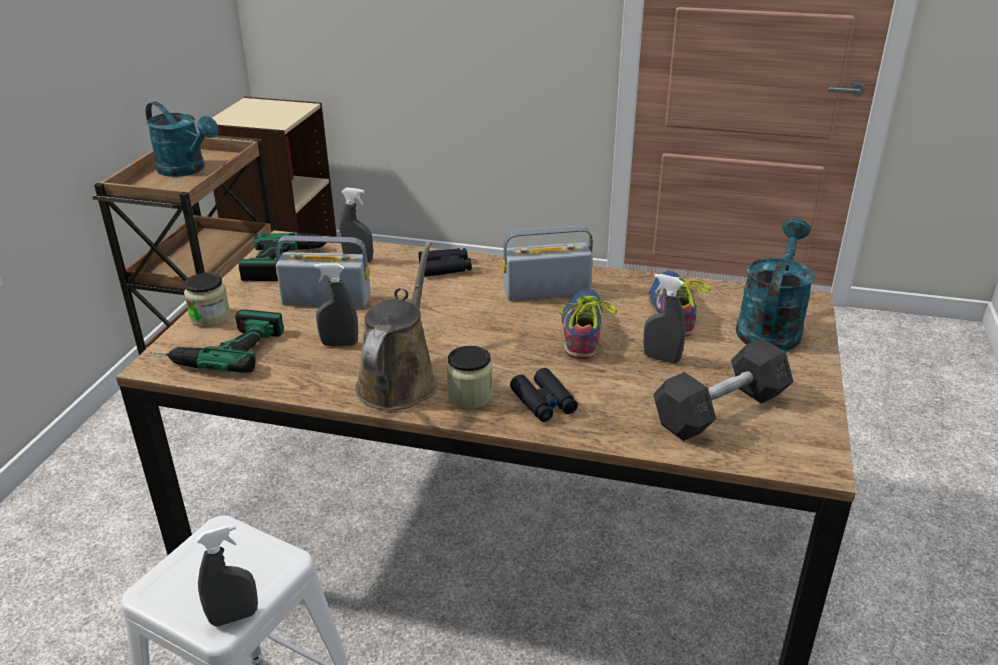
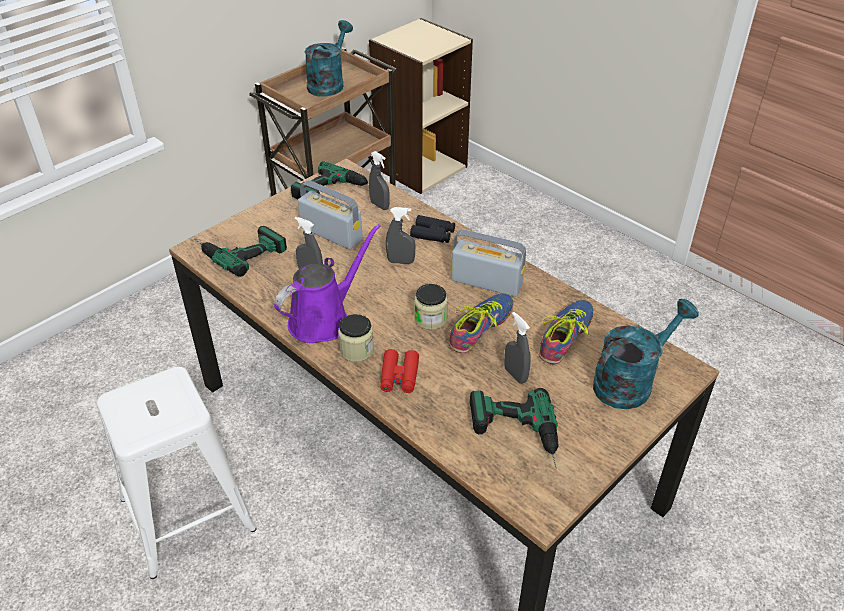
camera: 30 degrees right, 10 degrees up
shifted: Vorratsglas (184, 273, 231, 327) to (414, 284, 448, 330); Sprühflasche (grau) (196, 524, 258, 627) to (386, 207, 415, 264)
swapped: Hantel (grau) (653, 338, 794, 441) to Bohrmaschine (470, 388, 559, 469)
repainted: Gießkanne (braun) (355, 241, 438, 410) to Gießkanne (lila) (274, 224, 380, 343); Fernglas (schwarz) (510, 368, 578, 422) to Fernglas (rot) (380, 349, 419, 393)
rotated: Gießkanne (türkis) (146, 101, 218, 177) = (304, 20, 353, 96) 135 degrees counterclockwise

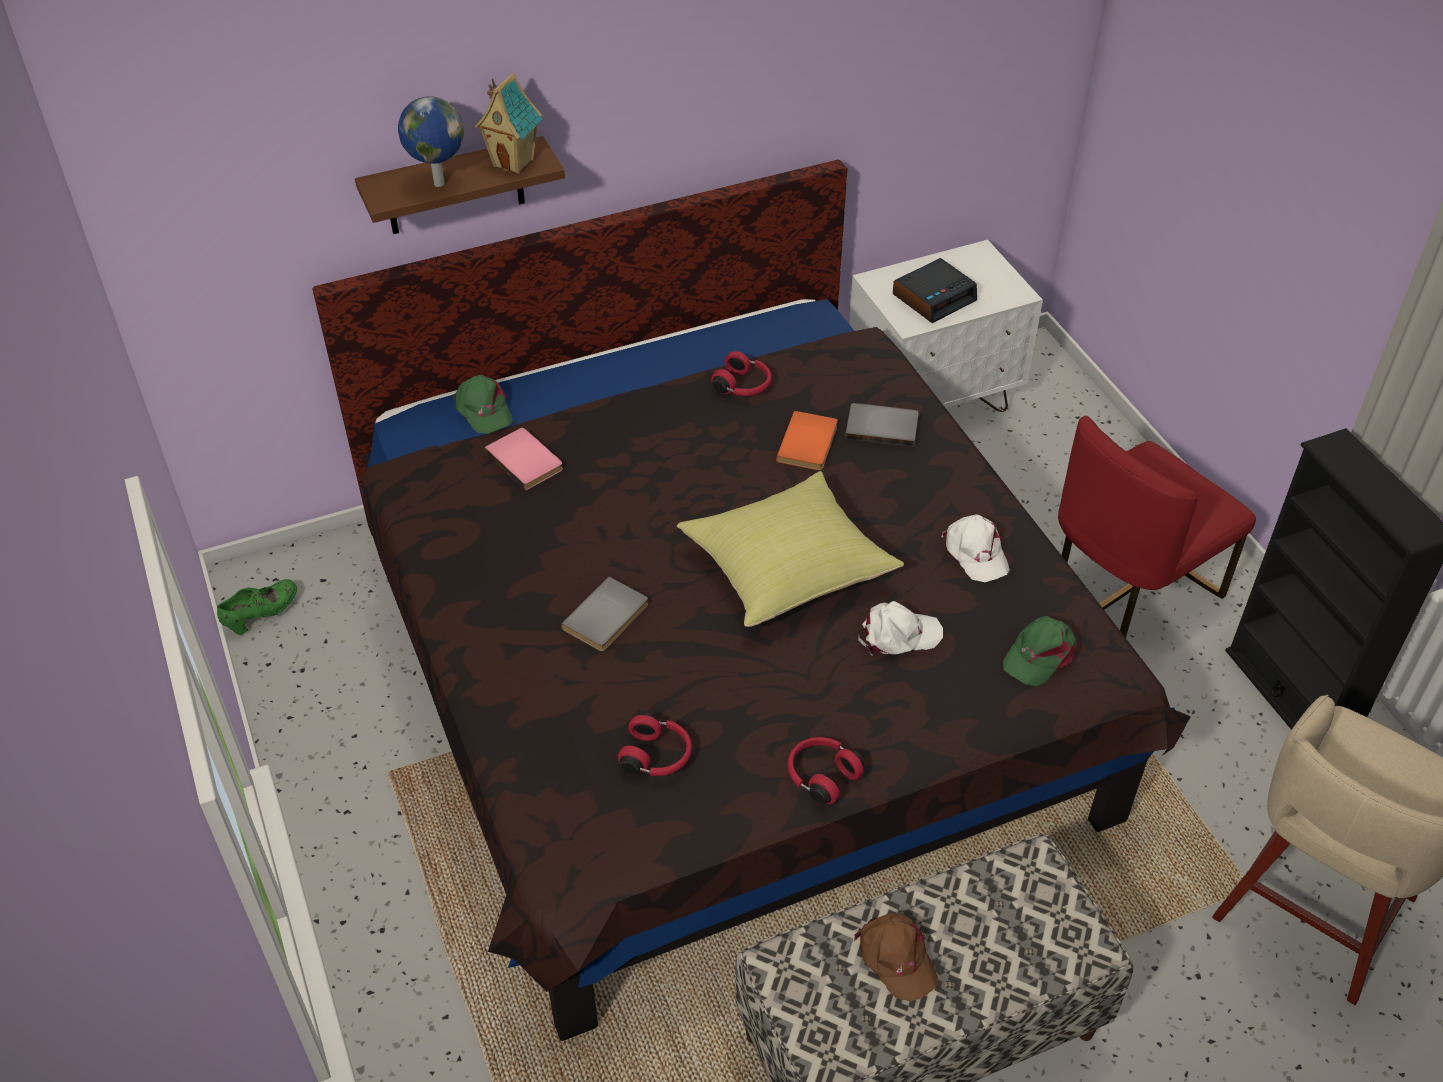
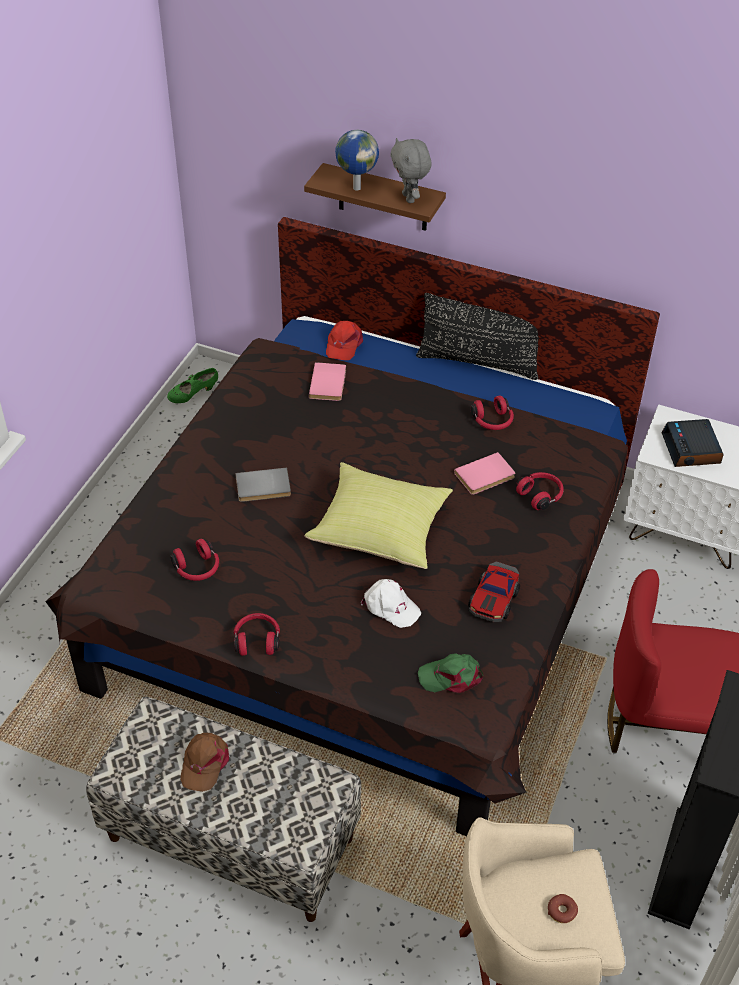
camera: 45 degrees right, 0 degrees up
new: Kissen (schwarz) (416, 293, 539, 380); Donut (548, 894, 578, 923)
swapped: Spielzeughaus (475, 73, 542, 174) to Plüschtier (grau) (390, 138, 431, 203); Buch (grau) (845, 403, 919, 447) to Kopfhörer (rot) (516, 472, 564, 510); Kappe (weiß) (941, 514, 1010, 582) to Spielzeugauto (468, 561, 520, 622)
repainted: Kappe (grün) (453, 375, 513, 434) to Kappe (rot) (326, 321, 363, 360); Buch (orange) (776, 411, 838, 470) to Buch (rosa) (454, 452, 515, 495)
rotated: Wecker (893, 258, 977, 323) = (662, 419, 724, 467) 75 degrees clockwise; Schuh (grün) (217, 579, 297, 635) = (167, 368, 218, 403) 150 degrees clockwise

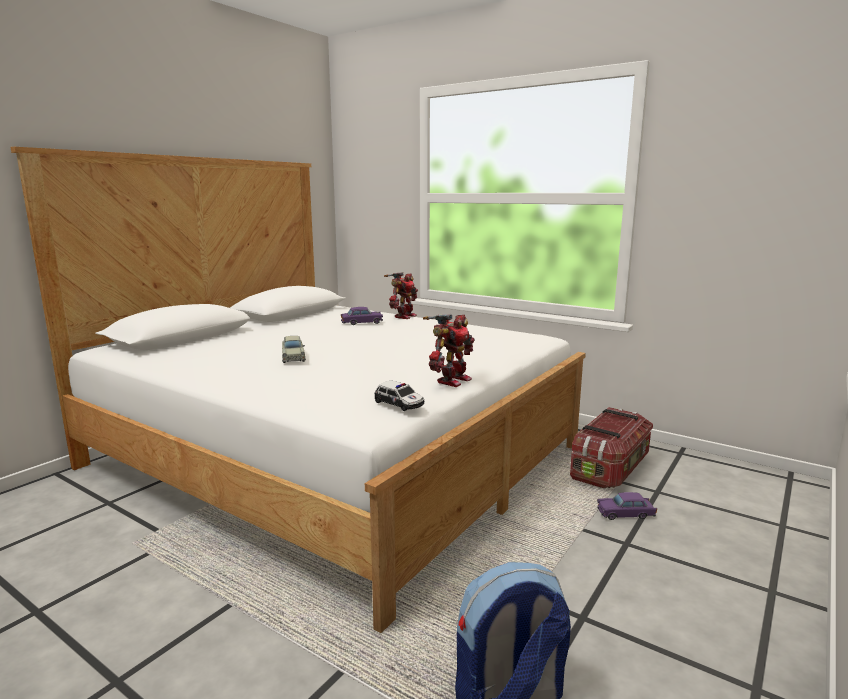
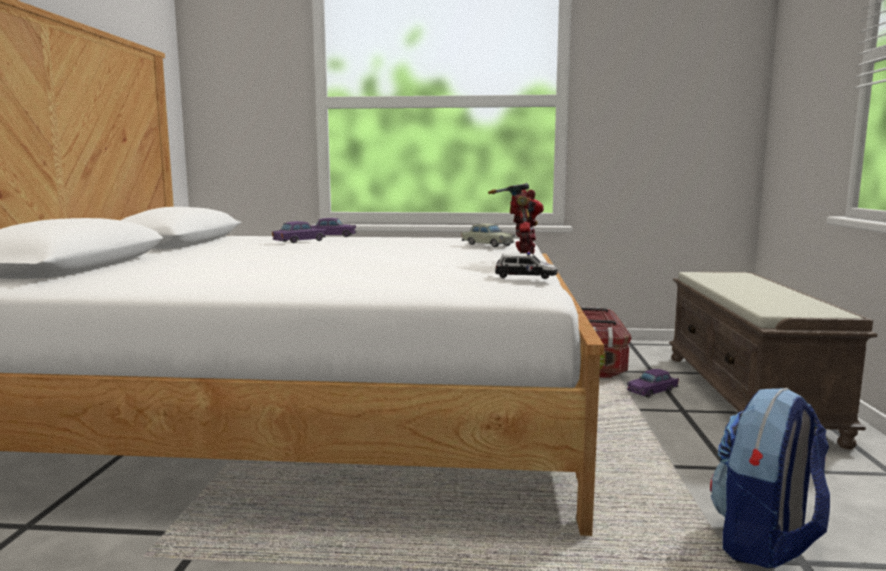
camera: 30 degrees left, 5 degrees down
new: Bank (braun) (669, 272, 878, 450)
shifted: Spielzeugauto (beige) (282, 336, 306, 363) to (462, 223, 515, 247)
swapped: Spielzeugroboter (384, 272, 418, 319) to Spielzeugauto (lila) (311, 218, 356, 237)

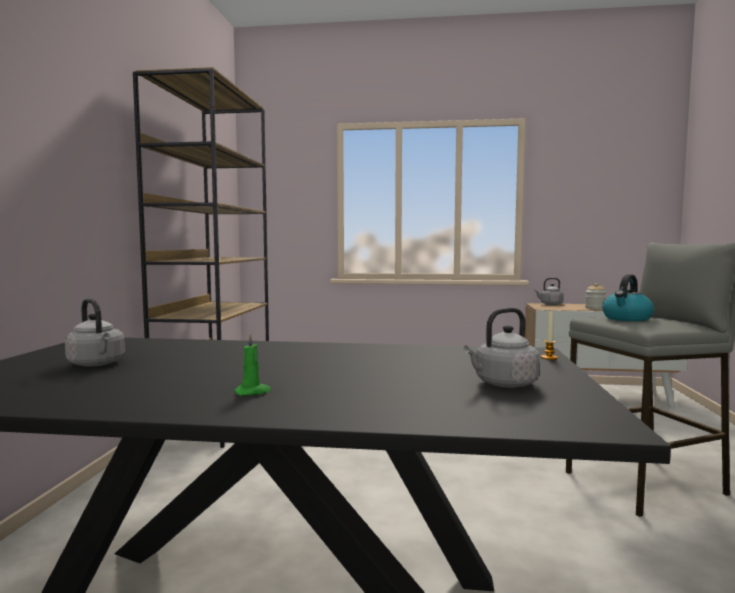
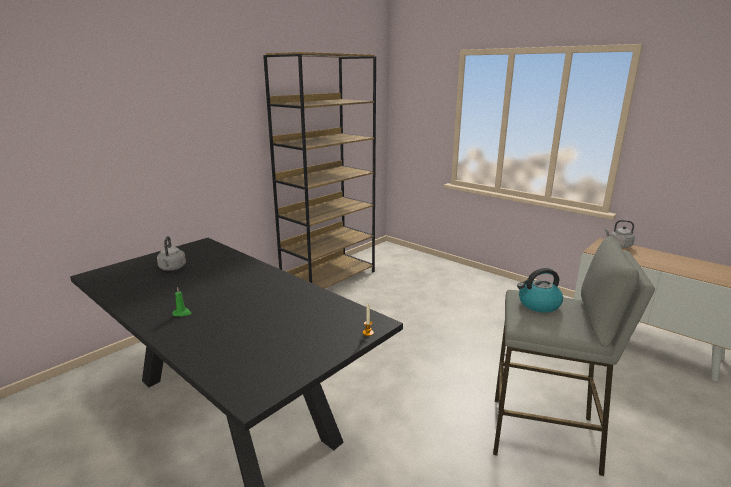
camera: 35 degrees right, 15 degrees up
gone: Vorratsglas (585, 283, 606, 310); Wasserkessel (grau) (464, 308, 540, 388)

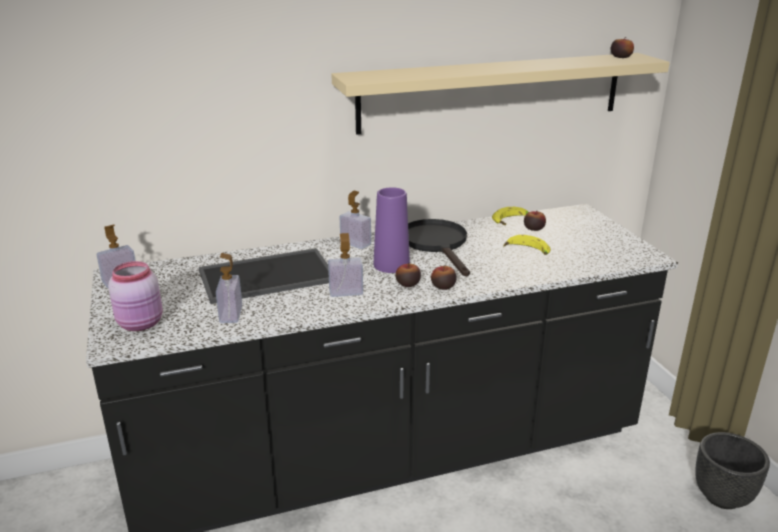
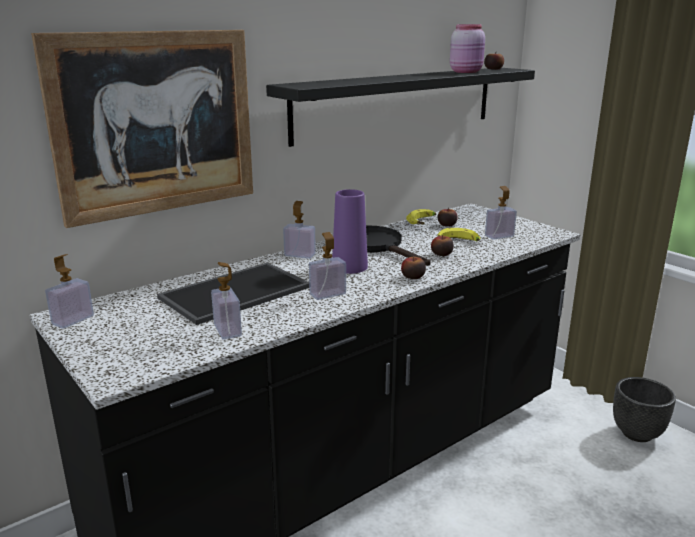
camera: 20 degrees left, 5 degrees down
new: Bild (31, 30, 253, 228); Seifenspender (485, 186, 517, 240)
shifted: Vorratsglas (rosa) (108, 261, 163, 331) to (450, 24, 485, 73); Apfel (395, 263, 421, 287) to (431, 235, 454, 256)
repainted: Wandregal (beige) (331, 53, 670, 135) to Wandregal (schwarz) (266, 68, 535, 147)

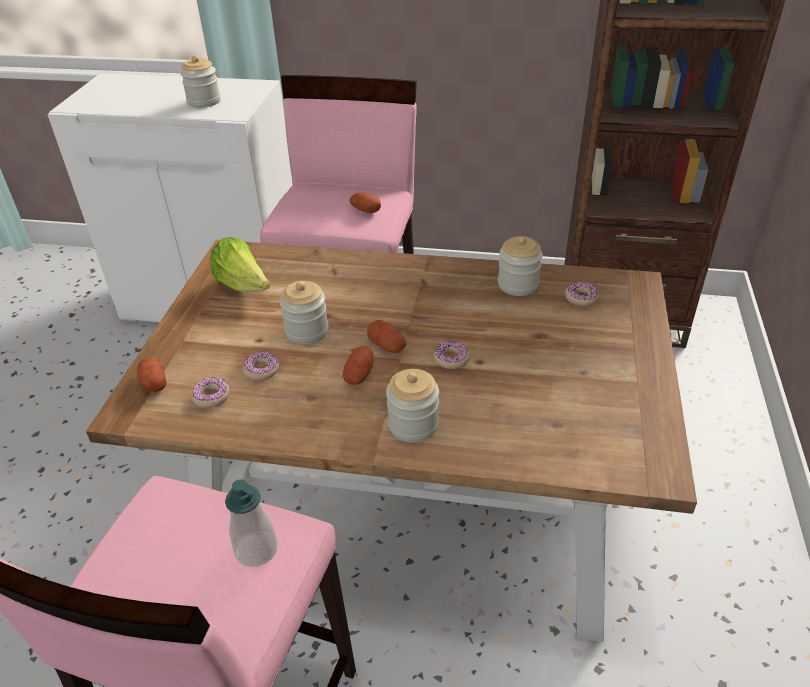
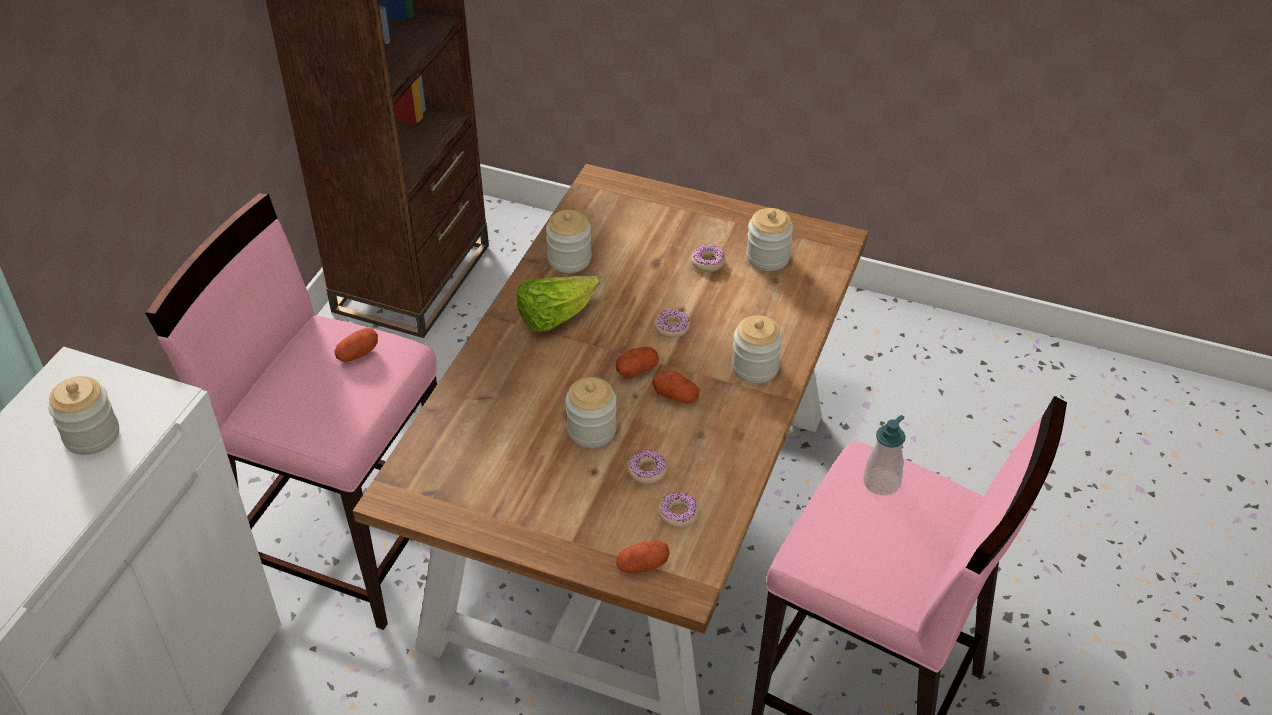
camera: 80 degrees left, 5 degrees up
new: Vorratsglas (746, 208, 793, 271)
shifted: Salatkopf (210, 237, 270, 292) to (516, 276, 600, 333); Donut (565, 282, 599, 306) to (691, 245, 725, 272)

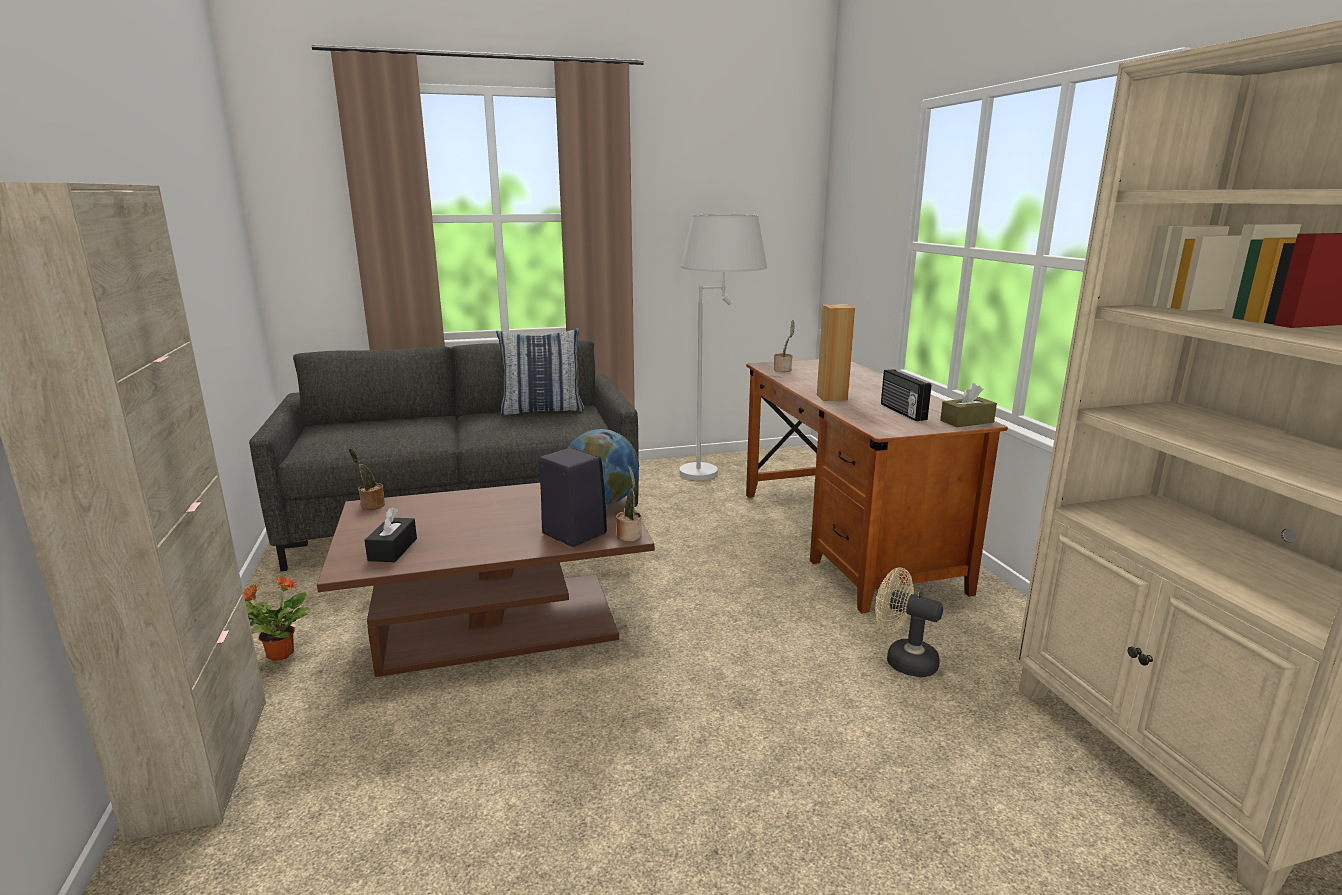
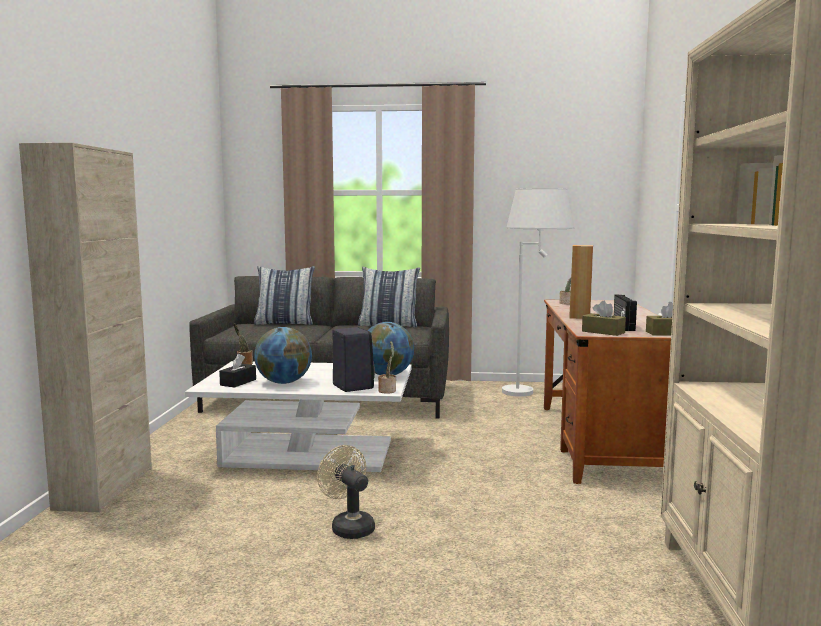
camera: 20 degrees right, 10 degrees down
gone: Topfpflanze (244, 577, 309, 661)
new: Kissen (254, 266, 315, 325); Taschentuchbox (braun) (582, 301, 626, 336); Globus (254, 327, 312, 384)
shifted: Ventilator (beige) (875, 567, 943, 677) to (317, 445, 375, 539)
repainted: Couchtisch (braun) (317, 483, 655, 677) to Couchtisch (weiß) (185, 361, 412, 472)

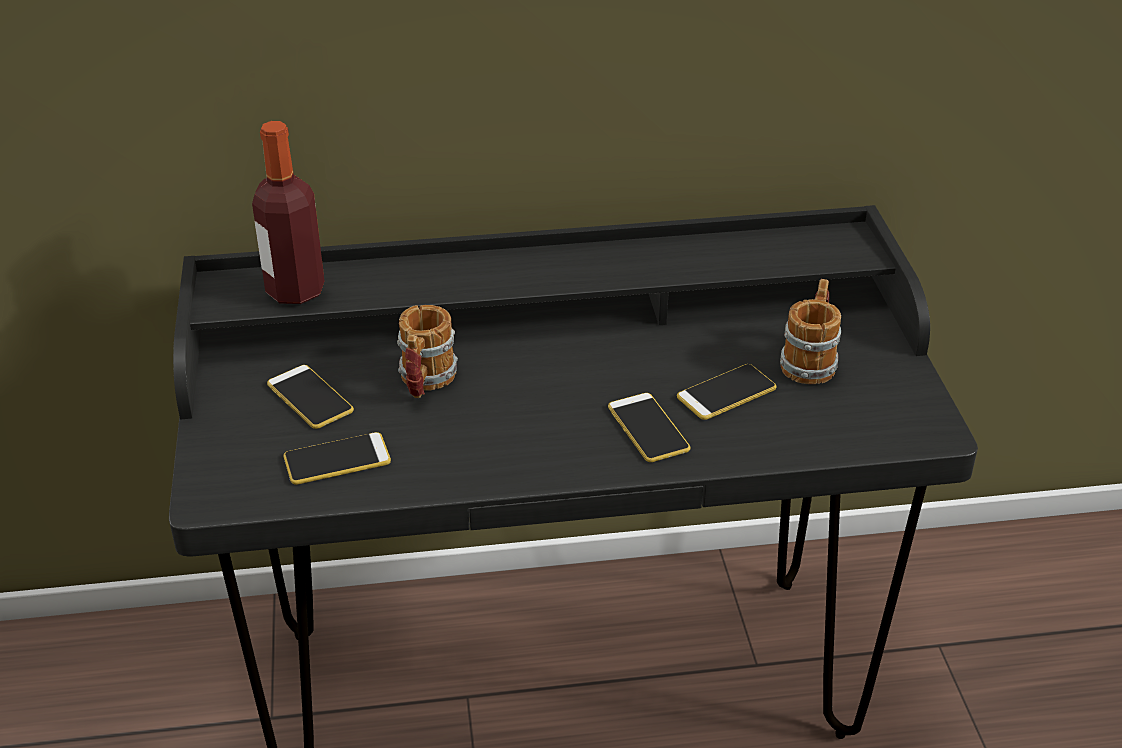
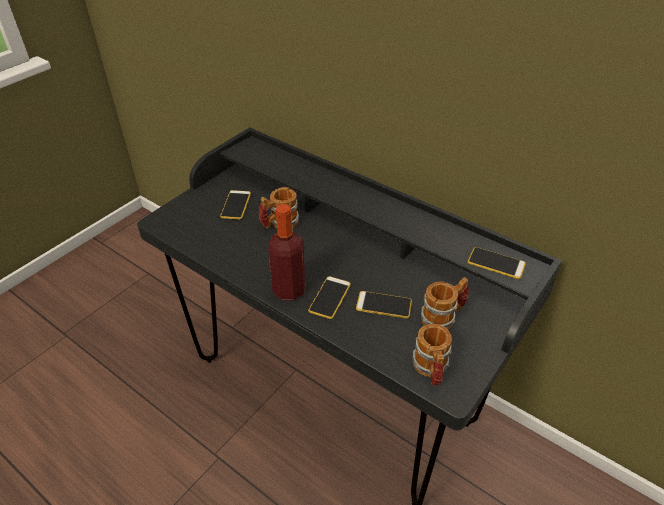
camera: 45 degrees right, 5 degrees up
new: Henkelbecher (412, 324, 452, 386)
shifted: Flasche (252, 121, 324, 304) to (268, 204, 305, 300); Handy (283, 432, 391, 485) to (468, 247, 526, 279)

